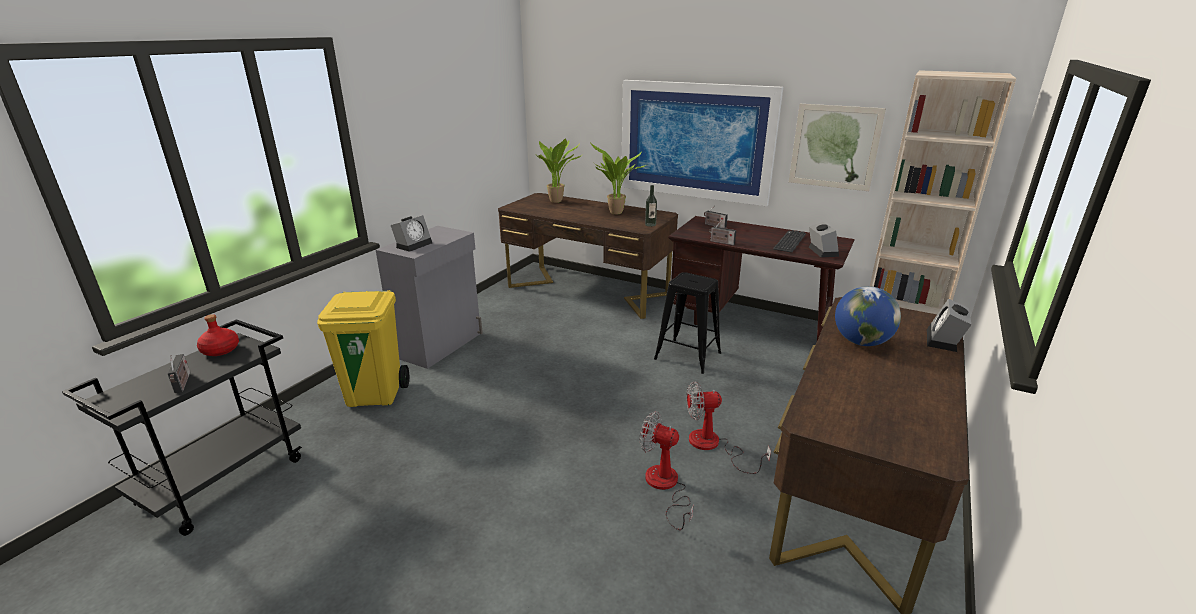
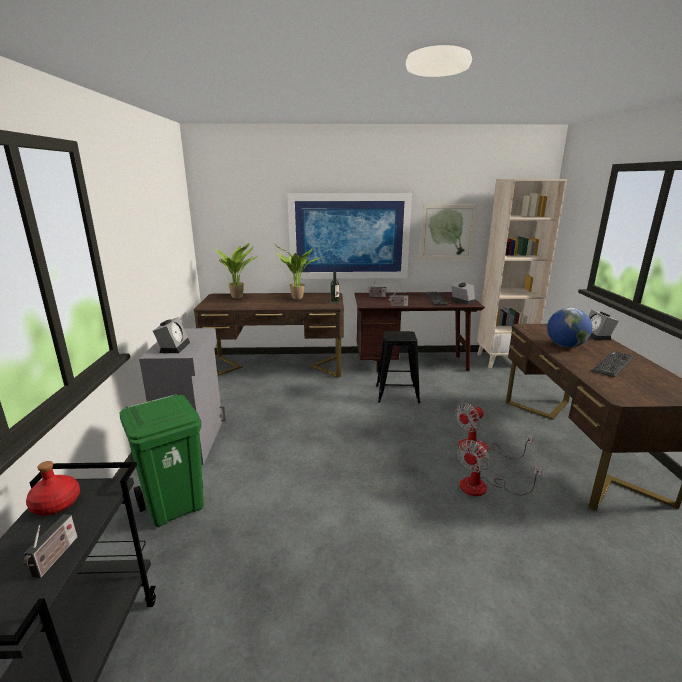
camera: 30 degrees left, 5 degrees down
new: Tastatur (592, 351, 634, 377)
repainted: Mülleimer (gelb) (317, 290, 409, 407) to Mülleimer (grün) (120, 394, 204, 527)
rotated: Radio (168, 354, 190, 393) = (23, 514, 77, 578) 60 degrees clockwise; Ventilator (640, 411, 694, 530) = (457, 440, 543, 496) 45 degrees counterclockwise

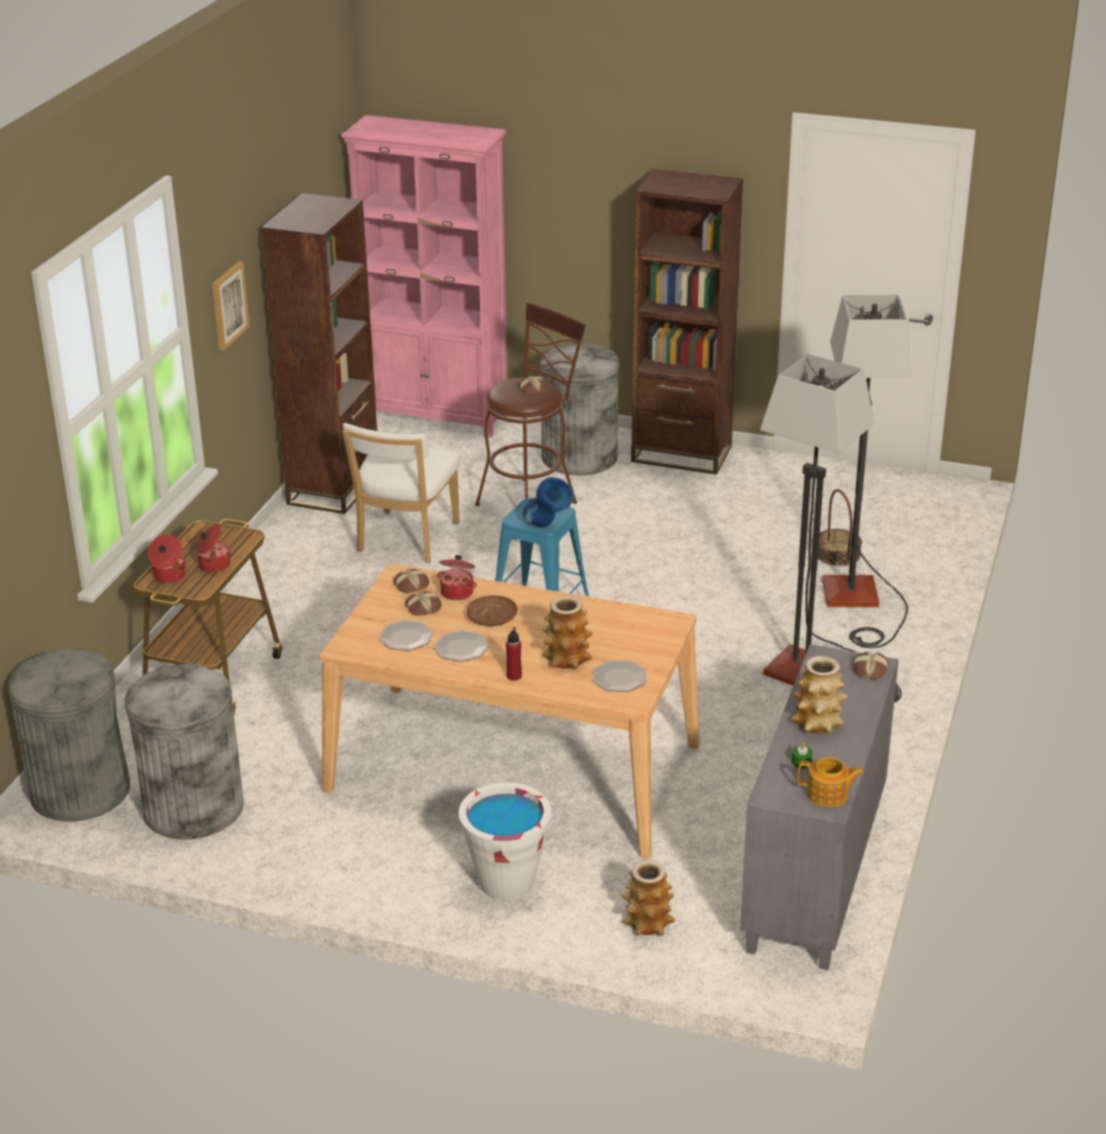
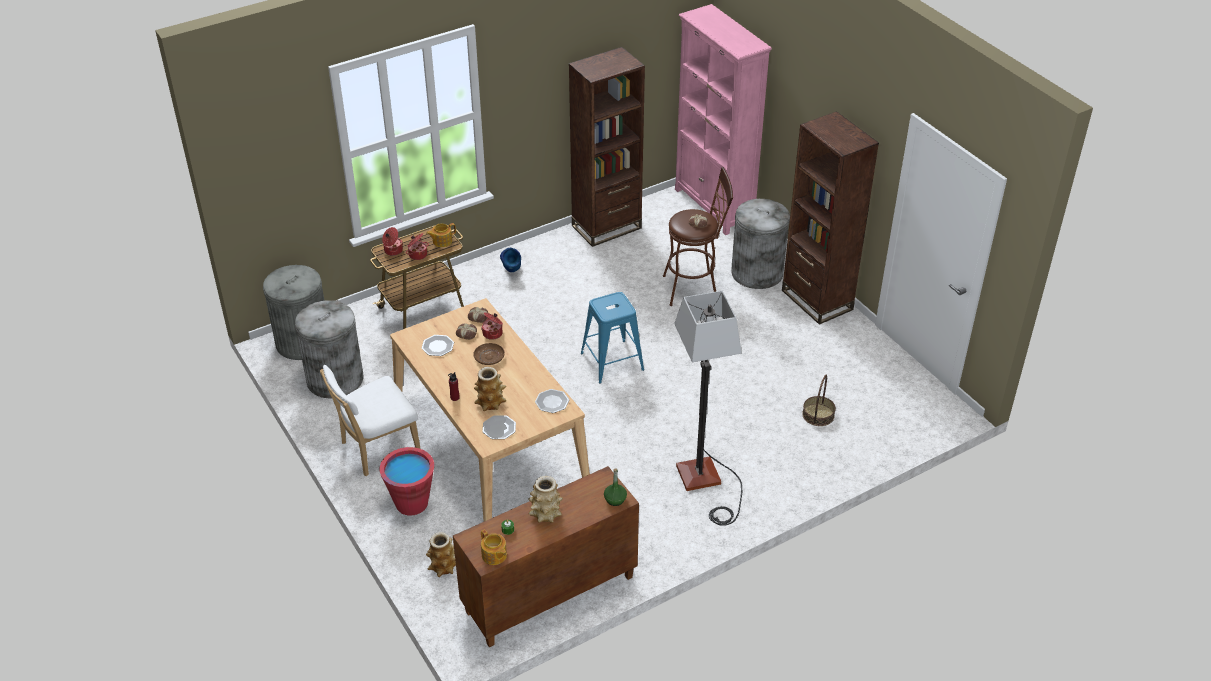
camera: 40 degrees right, 10 degrees up
gone: Bild (212, 261, 250, 350); Stehlampe (822, 295, 912, 648)
new: Teekanne (426, 223, 456, 247)
shifted: Stuhl (weiß) (342, 423, 460, 563) to (320, 365, 420, 476); Vase (blau) (523, 477, 574, 527) to (500, 248, 521, 272); Teller (434, 630, 489, 662) to (535, 389, 569, 413)
swapped: Brot (853, 652, 888, 679) to Flasche (grün) (604, 468, 627, 506)
repainted: Schrank (grau) (740, 644, 899, 970) to Schrank (braun) (453, 466, 639, 647); Eimer (weiß) (459, 782, 551, 900) to Eimer (rot) (380, 447, 434, 516)

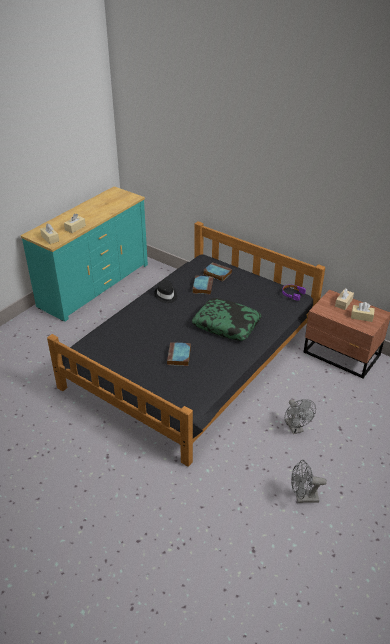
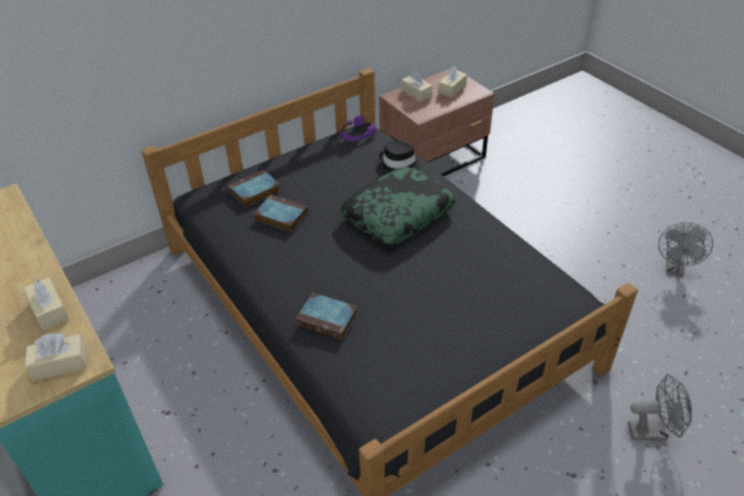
camera: 70 degrees left, 5 degrees up
shifted: Hut (schwarz) (154, 280, 177, 303) to (379, 140, 421, 171); Buch (167, 342, 191, 366) to (295, 293, 358, 340); Ventilator (grau) (285, 399, 316, 434) to (628, 374, 692, 441)

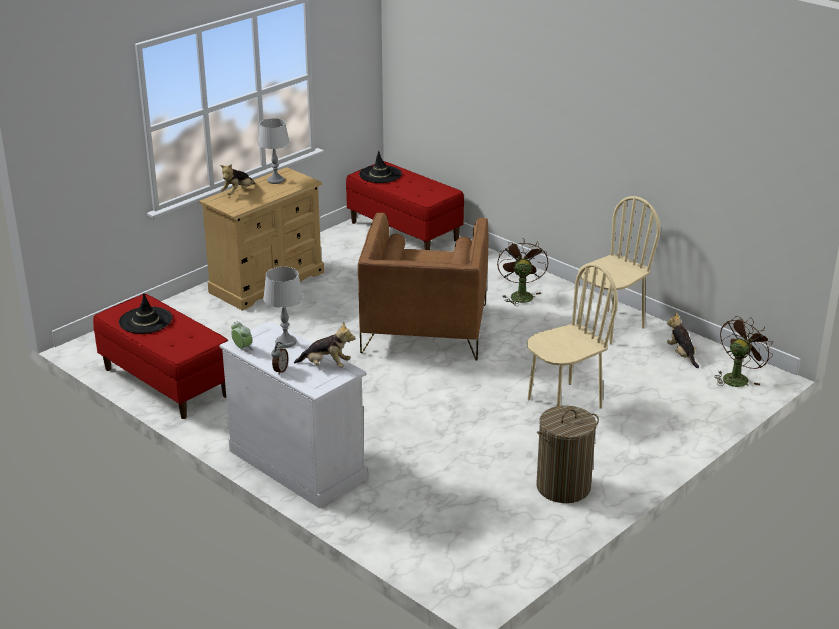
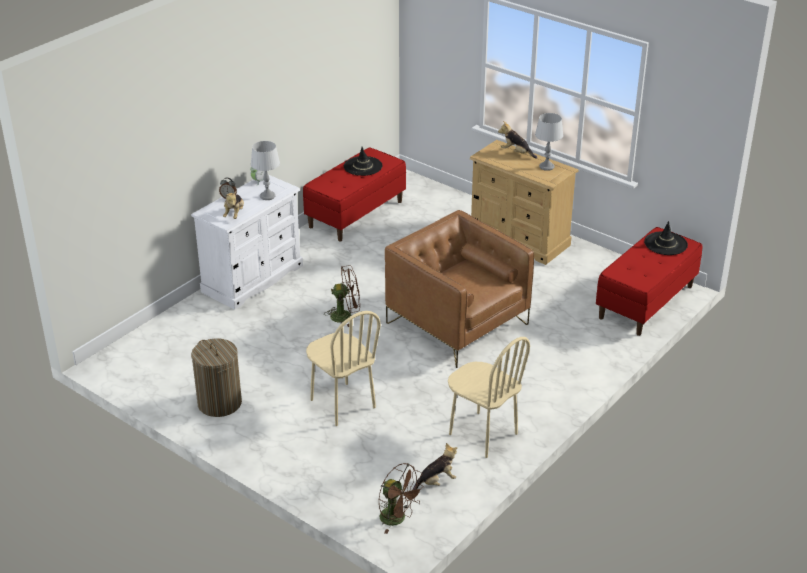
camera: 85 degrees right, 5 degrees up
shifted: Ventilator (braun) (497, 238, 548, 306) to (325, 265, 360, 327)
rotated: Sessel (braun) (358, 213, 489, 361) = (385, 210, 534, 368) 45 degrees clockwise

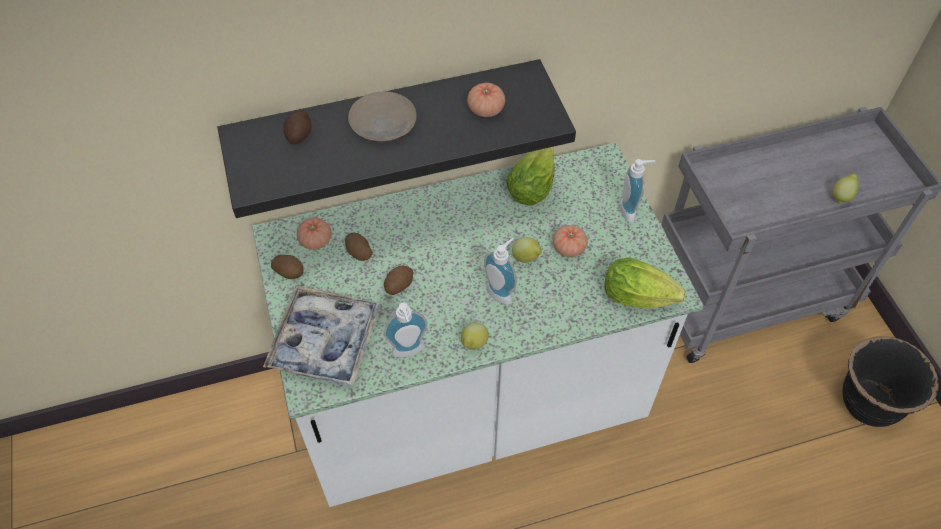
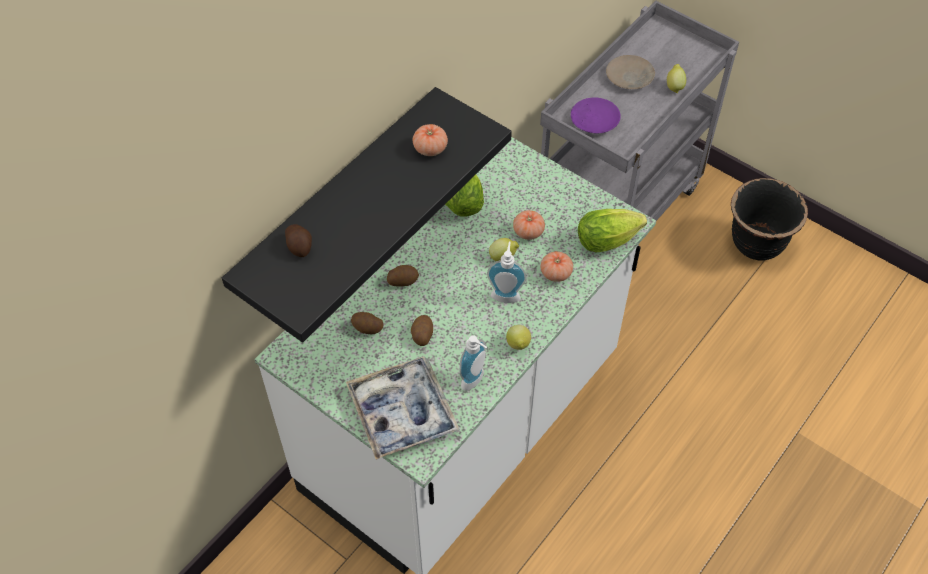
camera: 35 degrees left, 0 degrees up
gone: Seifenspender (620, 159, 655, 222)
new: Teller (lila) (571, 97, 621, 133)
shifted: Teller (beige) (348, 92, 416, 142) to (606, 55, 655, 89); Tomate (297, 218, 332, 250) to (540, 251, 573, 282); Kartoffel (271, 255, 304, 279) to (387, 265, 419, 287)

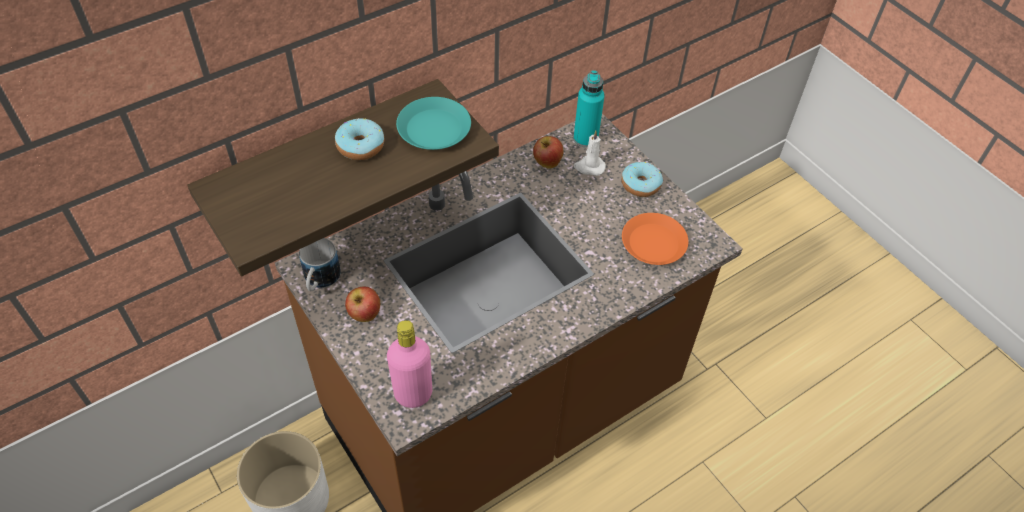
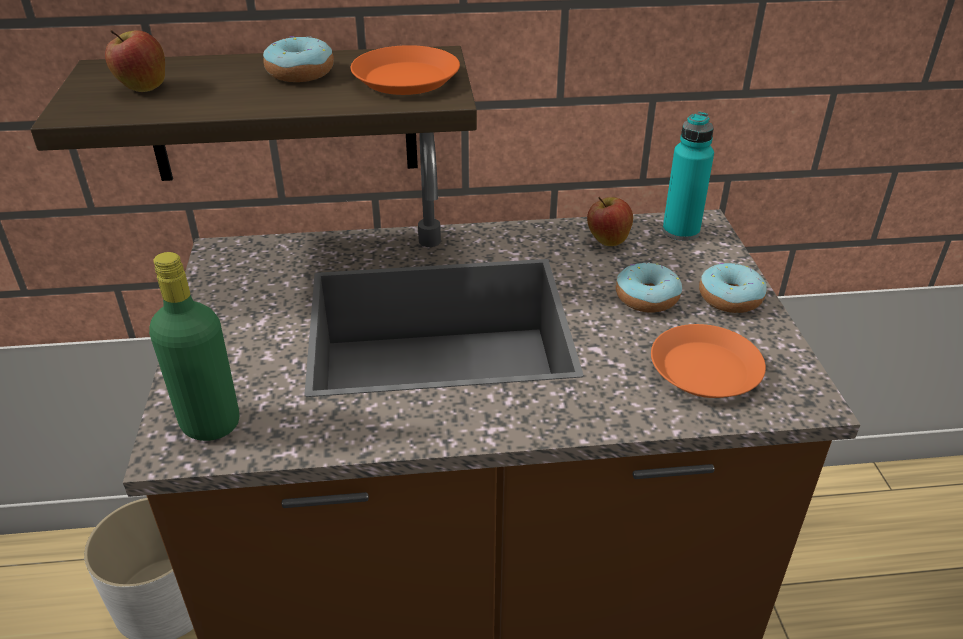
camera: 30 degrees right, 15 degrees down
gone: Kerze (weiß) (574, 131, 606, 176); Henkelbecher (299, 238, 341, 291)
new: Donut (616, 262, 682, 313)
shifted: Apfel (345, 286, 380, 322) to (105, 30, 165, 92)
repainted: Teller (türkis) (396, 97, 471, 150) to Teller (orange) (351, 45, 460, 95); Flasche (rosa) (387, 320, 432, 408) to Flasche (grün) (149, 252, 239, 441)

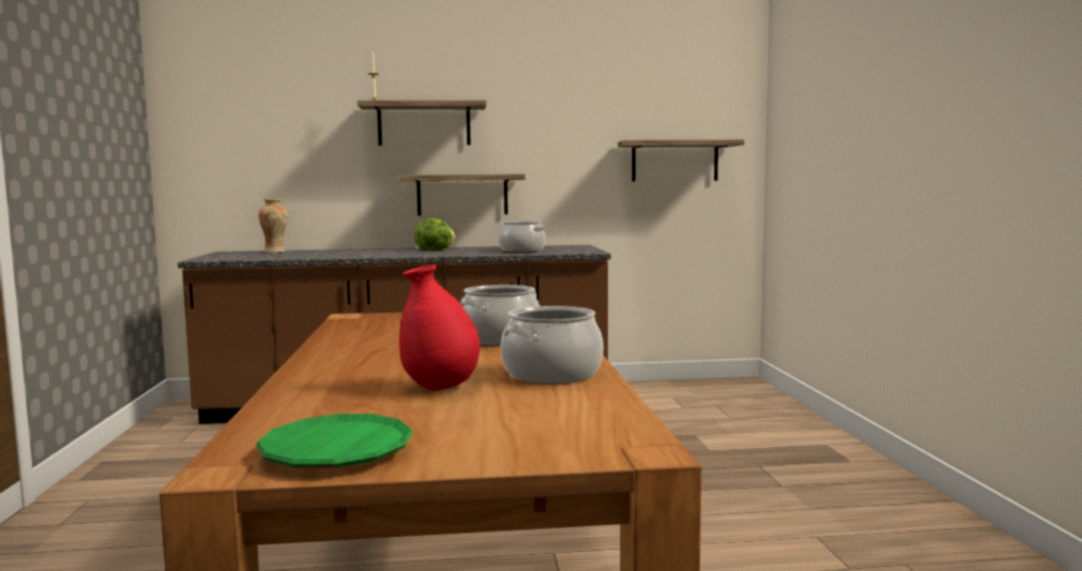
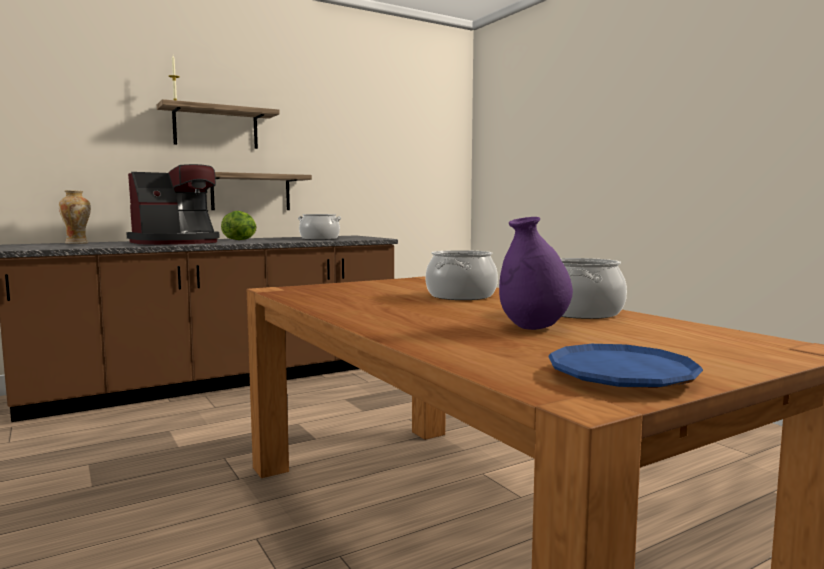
camera: 25 degrees left, 0 degrees up
gone: Wandregal (618, 139, 744, 181)
new: Kaffeemaschine (126, 164, 220, 245)
repainted: Vase (rot) (399, 265, 480, 391) to Vase (lila) (499, 217, 573, 330); Teller (grün) (256, 414, 413, 468) to Teller (blau) (548, 344, 703, 388)

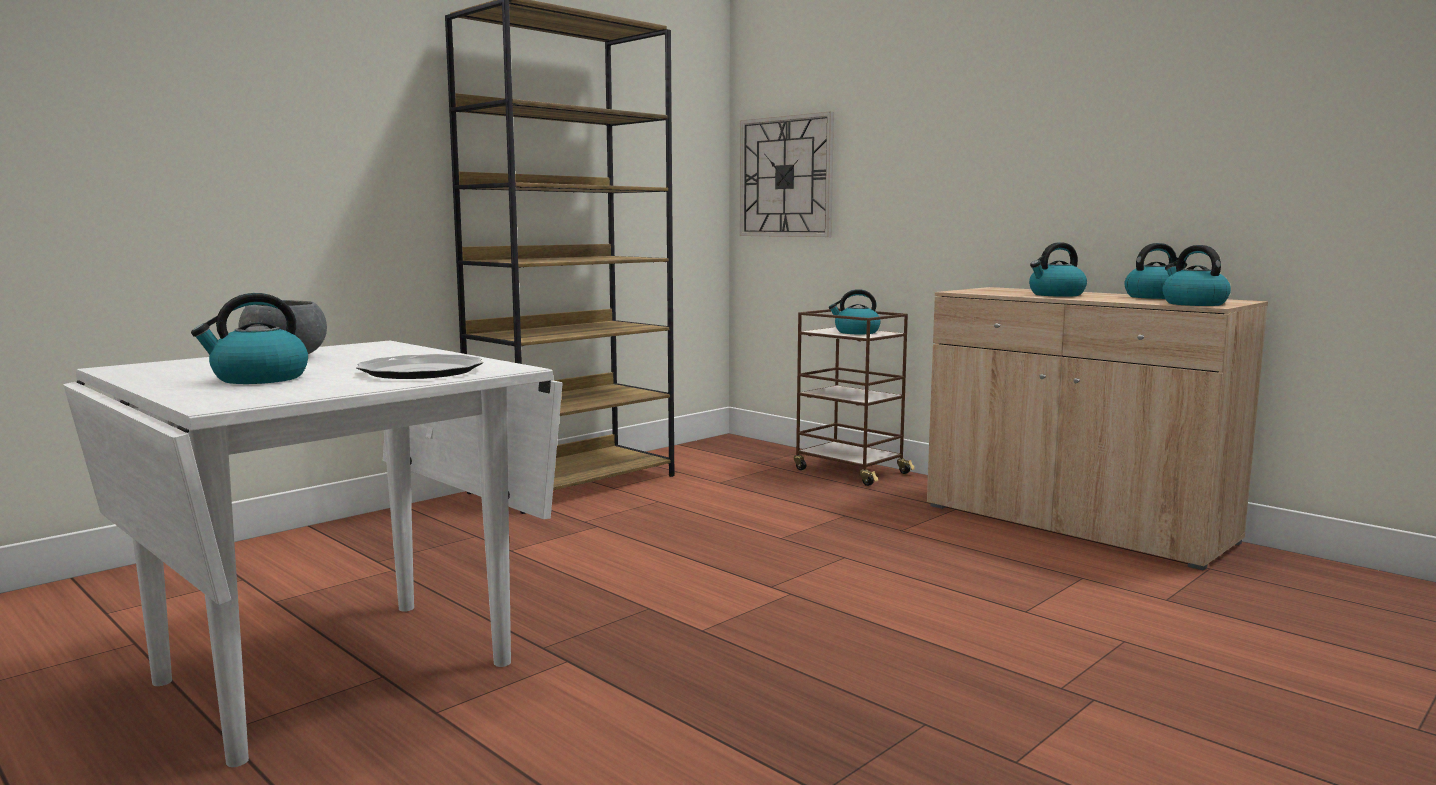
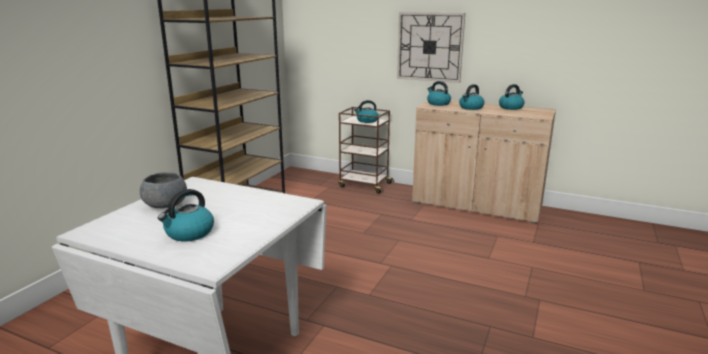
camera: 20 degrees left, 10 degrees up
gone: Teller (356, 354, 483, 379)
shifted: Wanduhr (740, 111, 834, 237) to (397, 12, 465, 83); Wasserkessel (1162, 245, 1231, 306) to (427, 81, 451, 106)

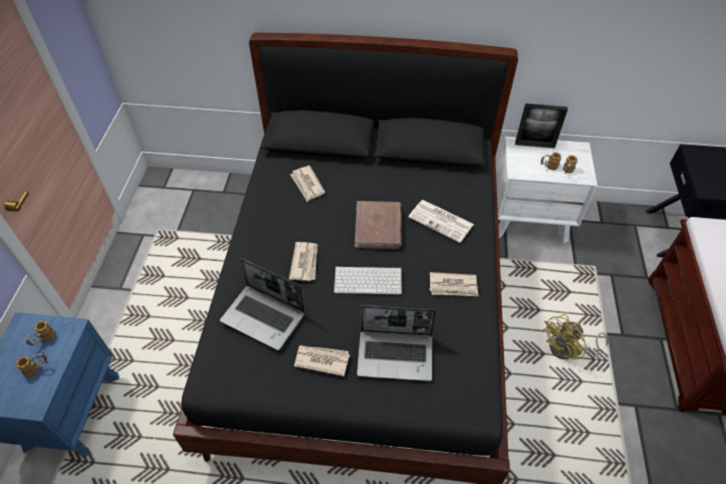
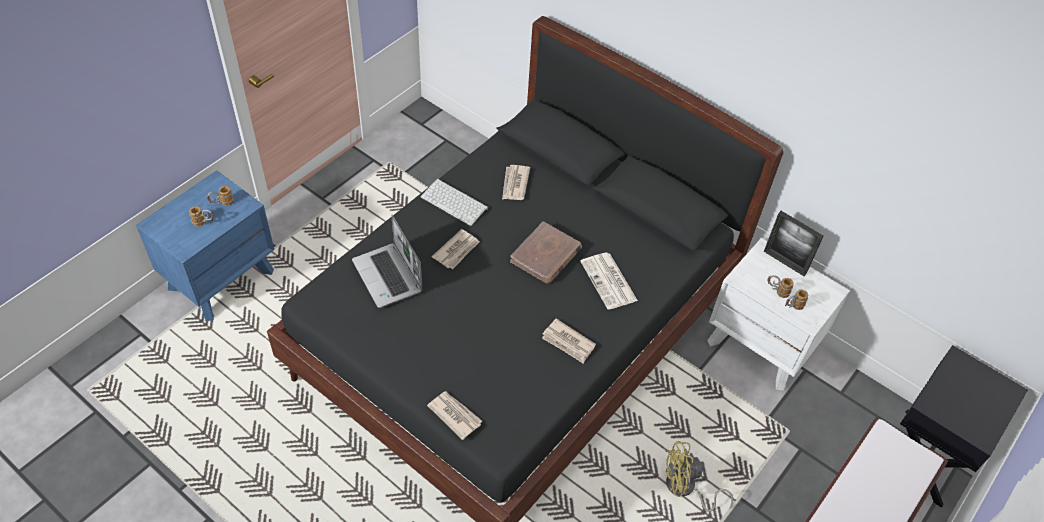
camera: 30 degrees right, 0 degrees up
gone: Laptop (357, 305, 437, 381)
shifted: Tastatur (334, 266, 402, 295) to (421, 179, 488, 226); Zeitung (294, 345, 350, 376) to (427, 391, 482, 440)

